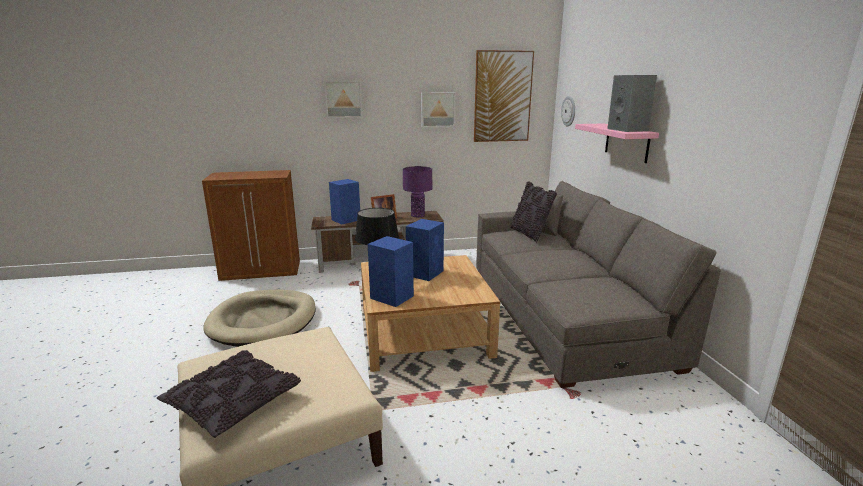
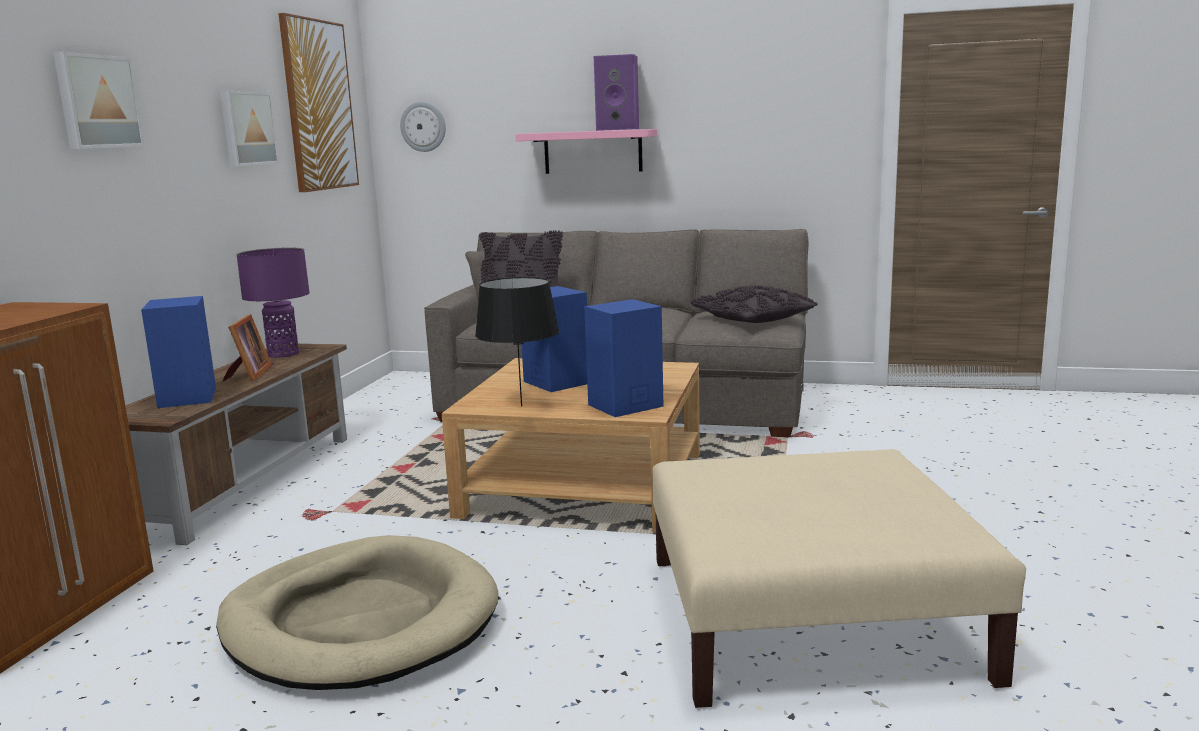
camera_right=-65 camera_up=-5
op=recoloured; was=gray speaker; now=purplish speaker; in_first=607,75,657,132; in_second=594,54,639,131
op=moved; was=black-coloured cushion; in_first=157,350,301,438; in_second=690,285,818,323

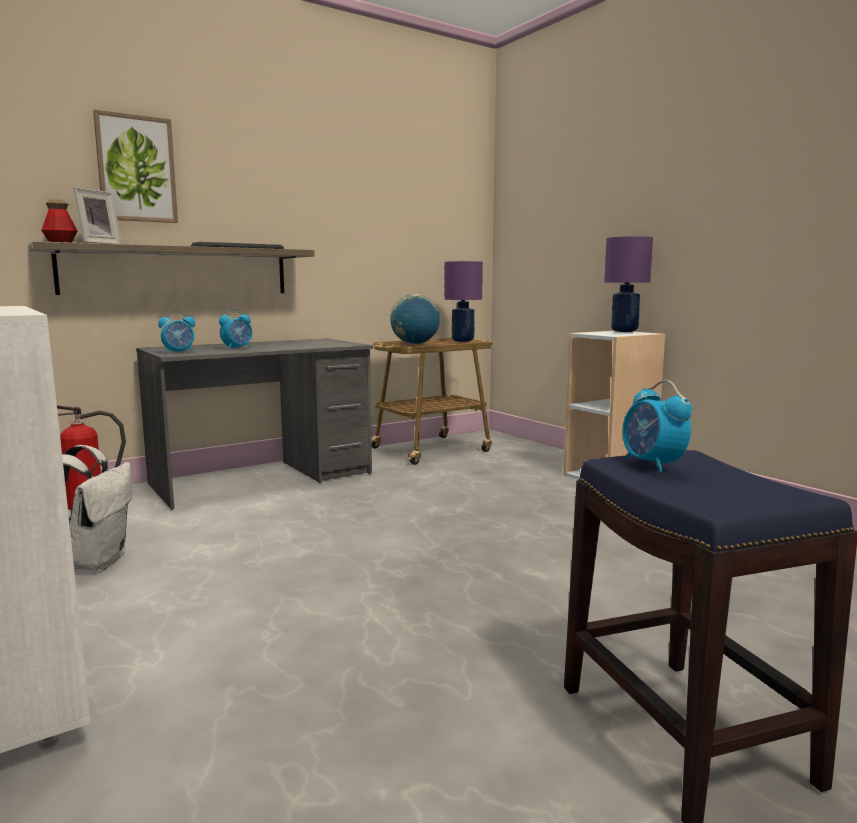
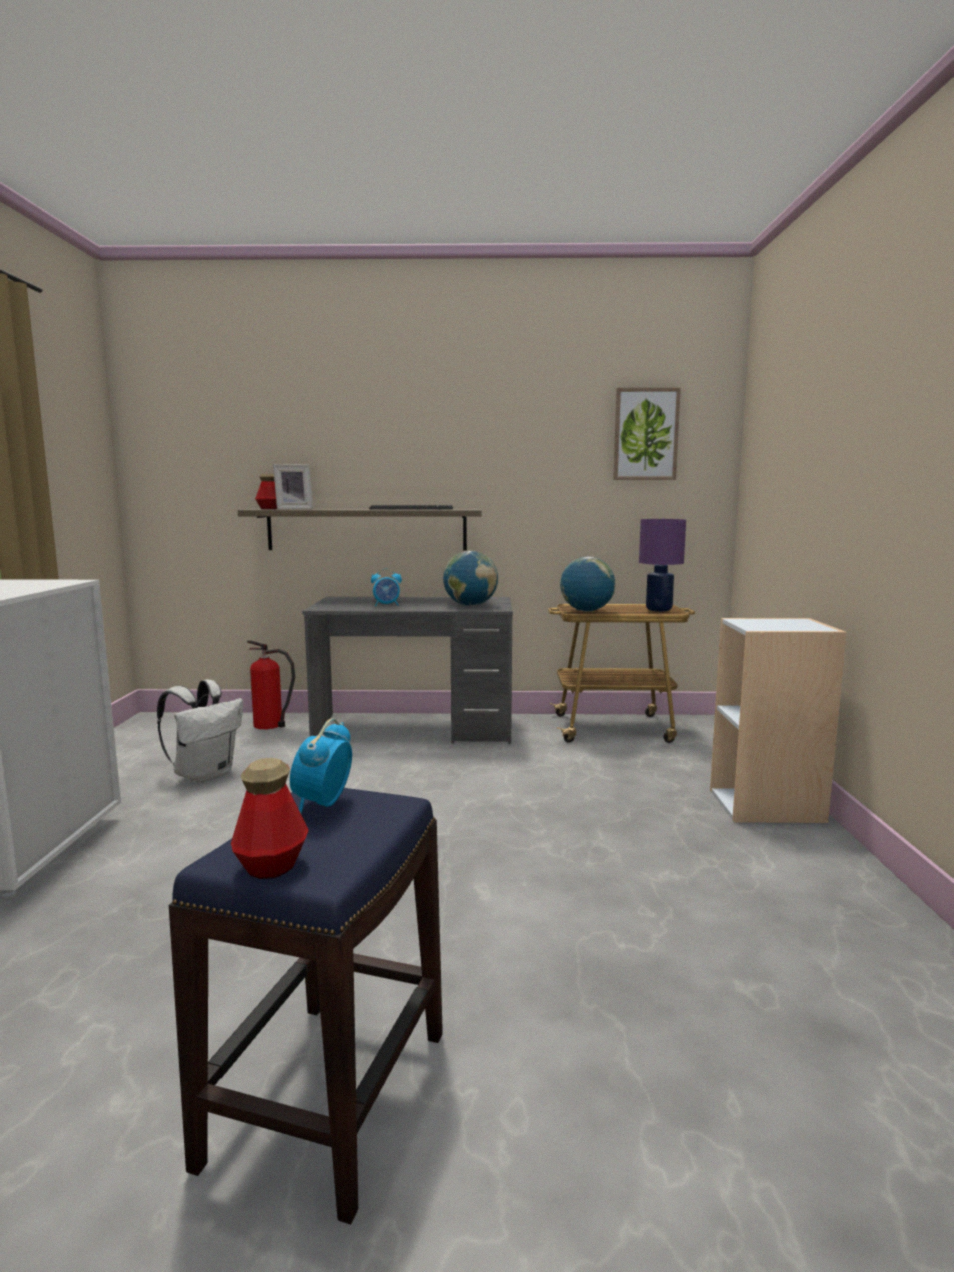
camera_right=35 camera_up=0
op=moved; was=picture; in_first=93,109,178,223; in_second=613,388,681,480
op=removed; was=purplish table lamp; in_first=604,236,653,332
op=removed; was=table clock; in_first=158,311,195,354
op=added; now=globe; in_second=443,551,498,606
op=added; now=beverage bottle; in_second=231,758,309,879

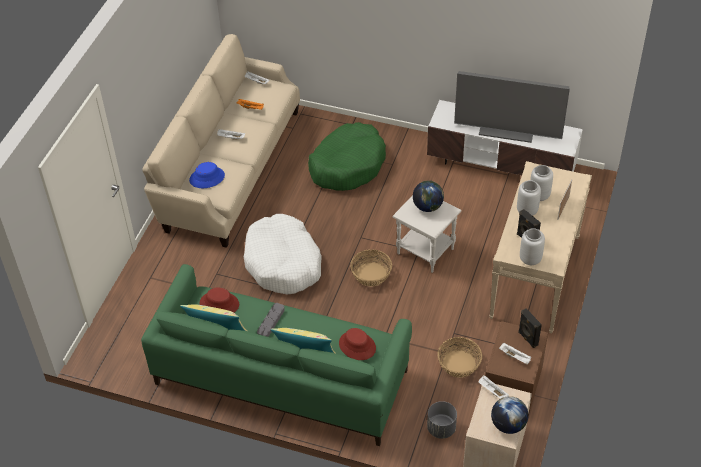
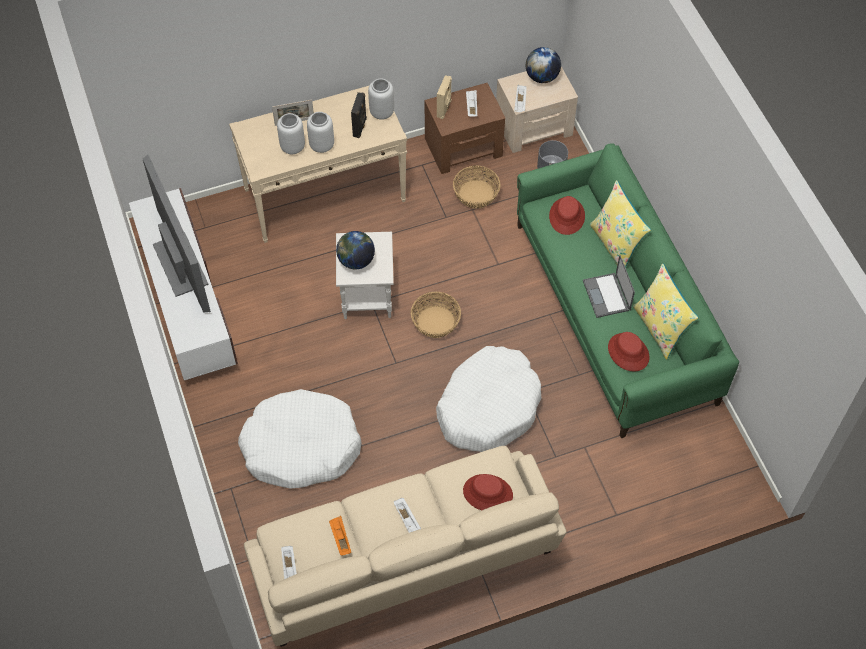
camera_right=-130 camera_up=10
op=recoloured; was=green dog bed; now=white dog bed; in_first=308,122,386,191; in_second=238,389,362,489
op=recoloured; was=blue-coloured wearable hat; now=red-coloured wearable hat; in_first=189,162,225,188; in_second=463,474,513,510
op=replaced; was=gray serving tray; now=portable computer; in_first=257,303,285,337; in_second=583,255,635,318
op=recoloured; was=black-coloured speaker; now=beige-coloured speaker; in_first=518,308,542,348; in_second=437,75,452,119

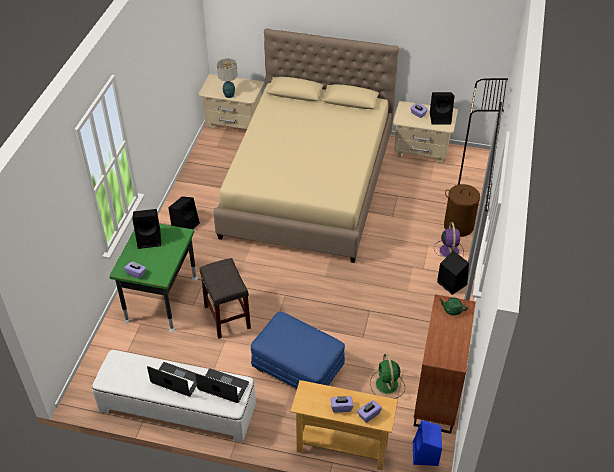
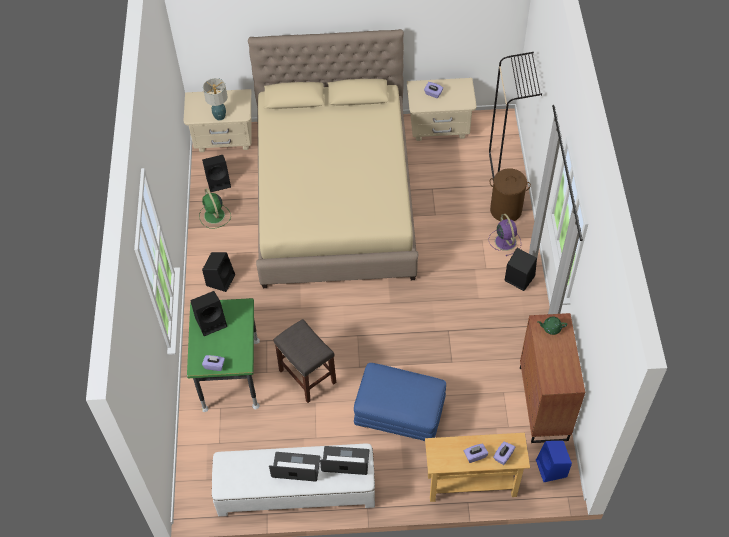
camera_right=-15 camera_up=10
op=moved; was=black-coloured speaker; in_first=430,92,455,125; in_second=202,155,231,192
op=moved; was=green electric fan; in_first=370,354,405,399; in_second=199,188,231,229

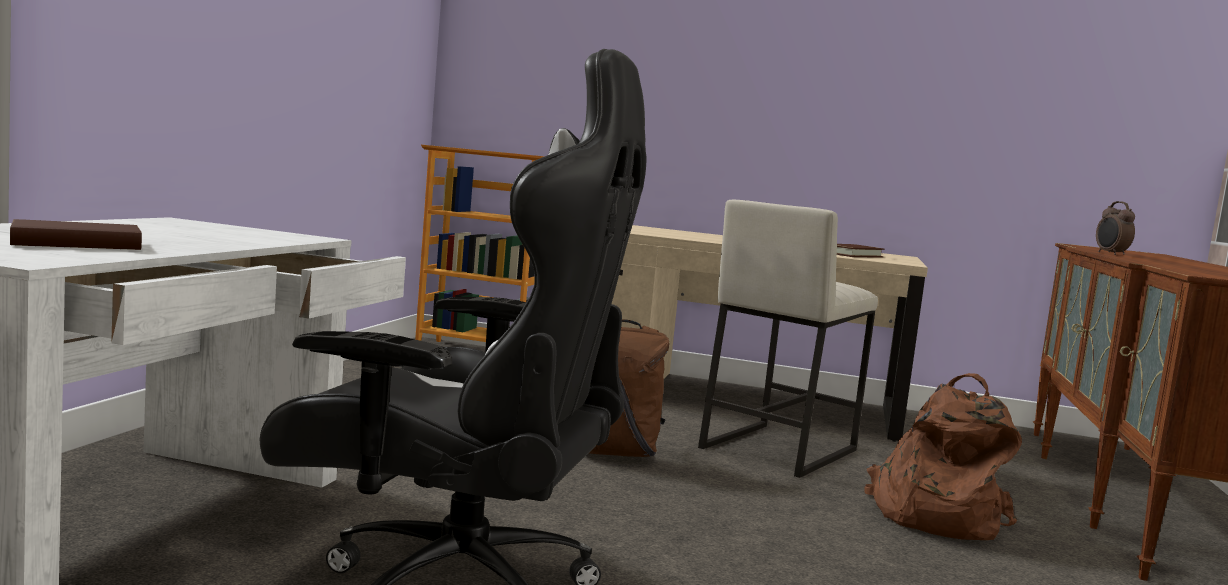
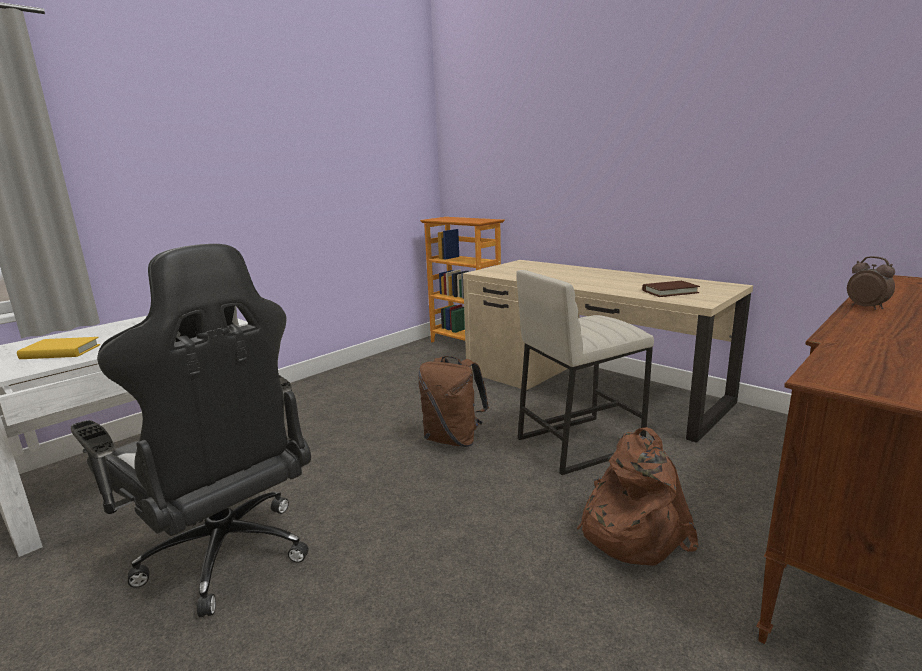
camera_right=30 camera_up=10
op=turned; was=table clock; in_first=1096,201,1135,255; in_second=847,256,895,310; clockwise=135
op=recoloured; was=brown bound book; now=yellow bound book; in_first=10,219,142,250; in_second=17,337,100,359

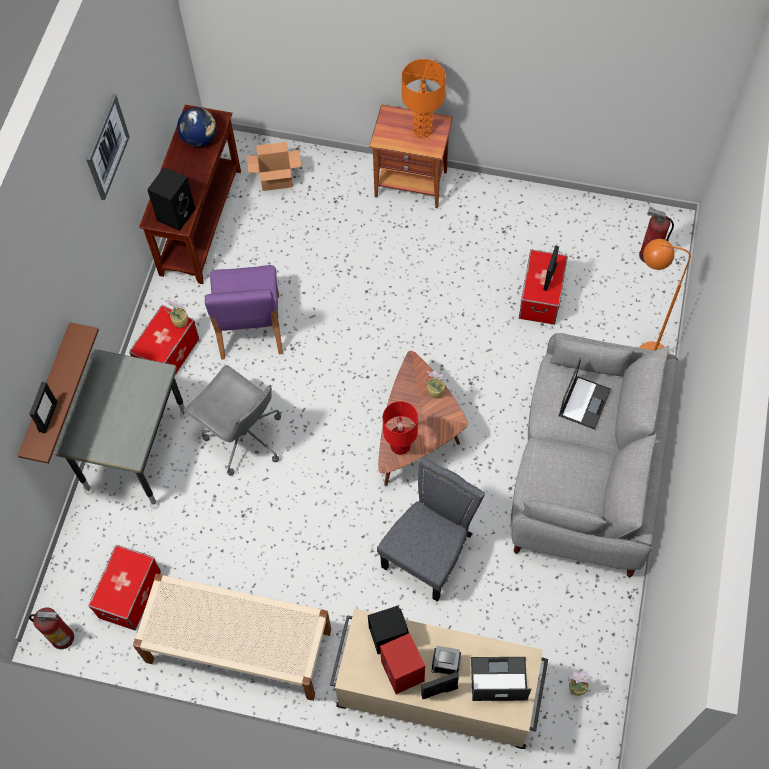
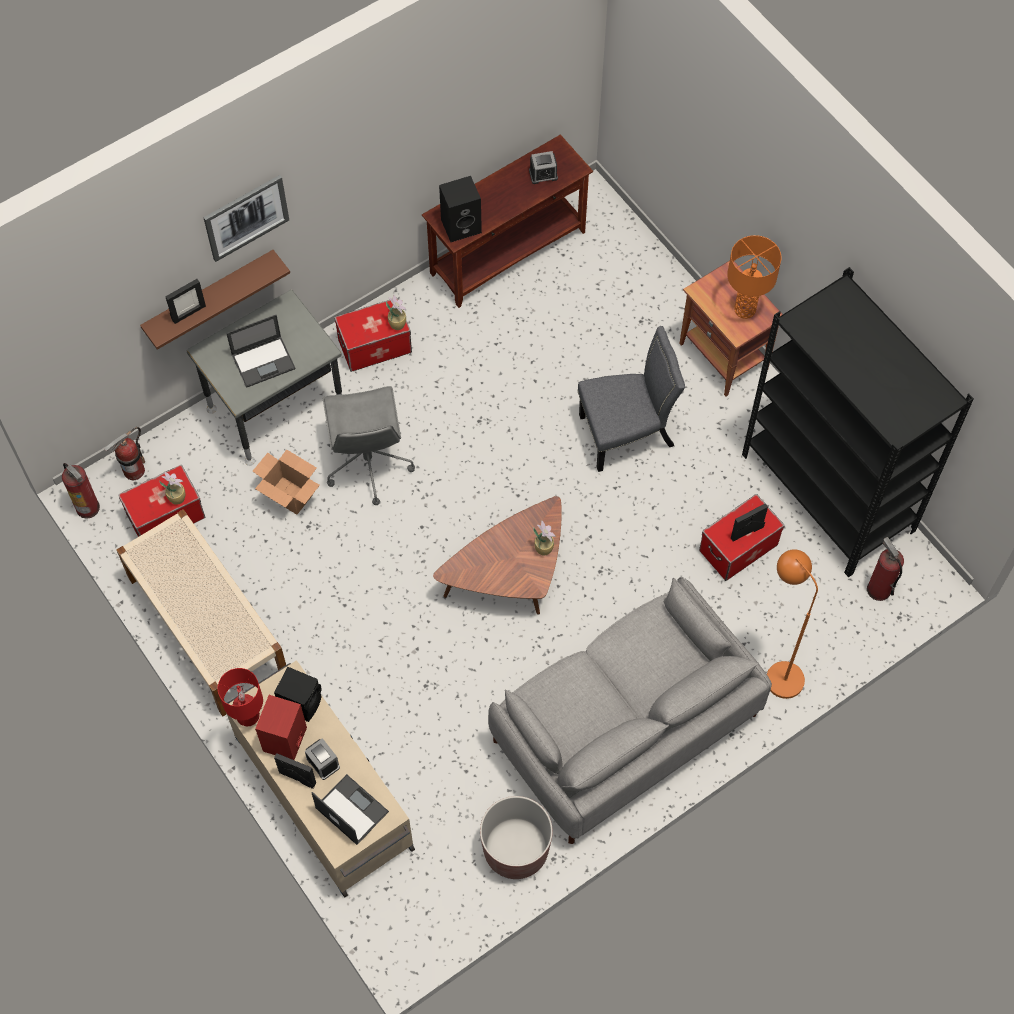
camera_right=40 camera_up=0
op=moved; was=picture; in_first=86,94,130,200; in_second=203,175,289,262
op=replaced; was=globe; now=table clock; in_first=177,107,217,147; in_second=529,151,558,184
op=moved; was=carton; in_first=246,142,302,191; in_second=253,449,320,515
op=removed; was=purplish plain chair; in_first=205,265,283,360
op=moved; was=portable computer; in_first=559,358,611,430; in_second=226,315,296,388
op=moved; was=red-coloured table lamp; in_first=383,401,418,455; in_second=218,668,263,727
op=moved; was=gray plain chair; in_first=377,457,485,602; in_second=577,326,685,472
op=moved; was=houseplant; in_first=568,672,593,696; in_second=159,472,185,505
op=added; now=black-coloured bookcase; in_second=742,267,974,577
op=added; now=fire-fighting cylinder; in_second=104,427,145,480
op=added; now=brown plant pot; in_second=480,796,553,879

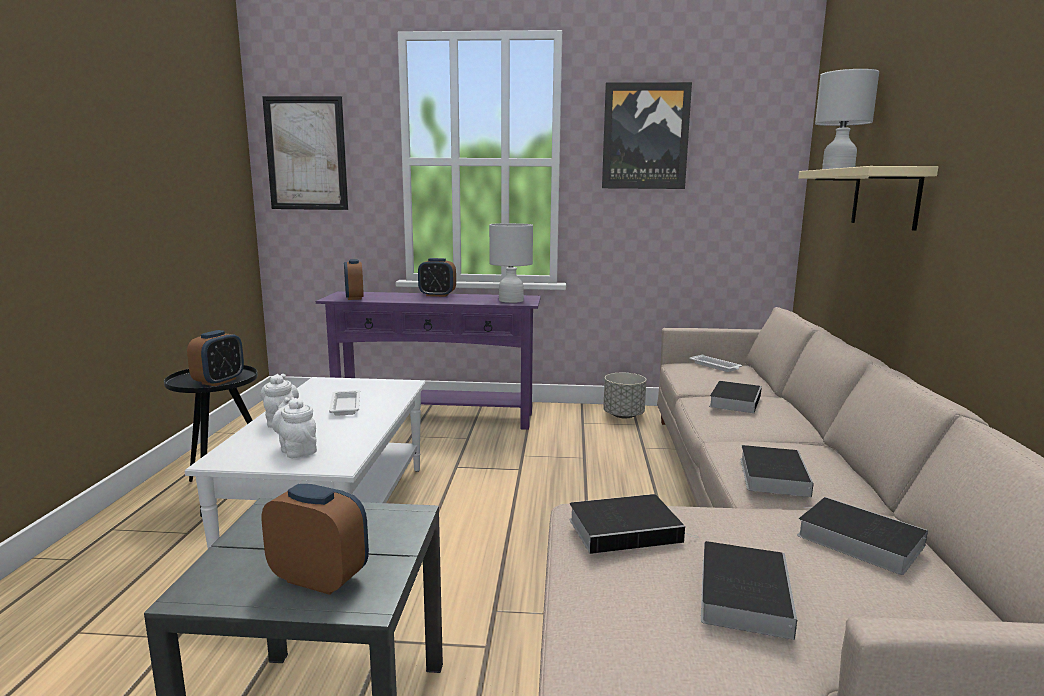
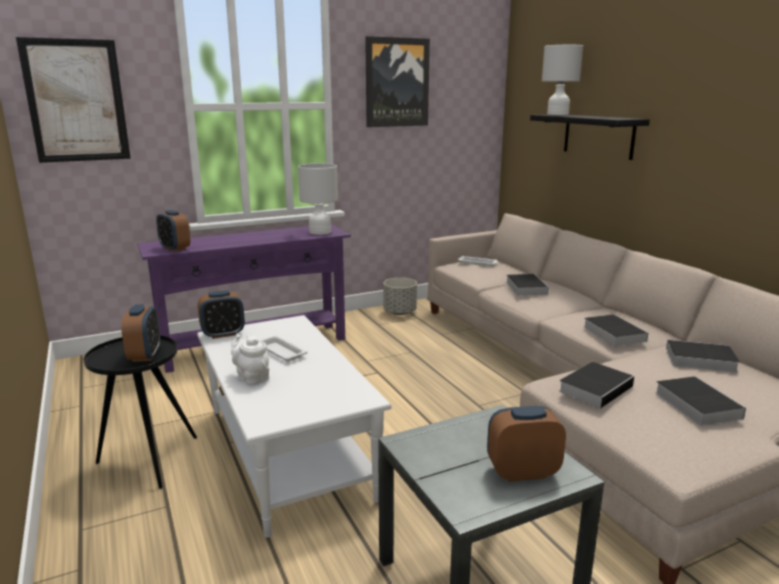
camera_right=-30 camera_up=5
op=recoloured; was=beige-coloured bracket shelf; now=black-coloured bracket shelf; in_first=798,166,938,231; in_second=530,114,650,160
op=moved; was=table clock; in_first=418,258,456,297; in_second=198,290,245,339
op=removed; was=white pot for tea; in_first=272,397,317,458

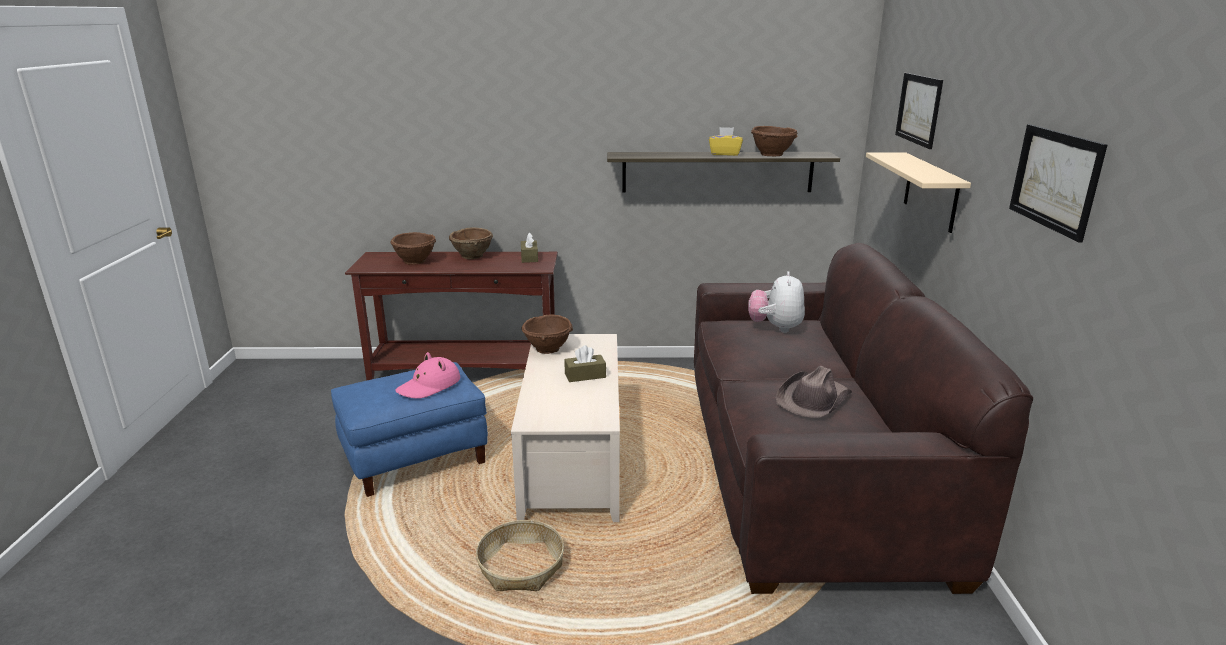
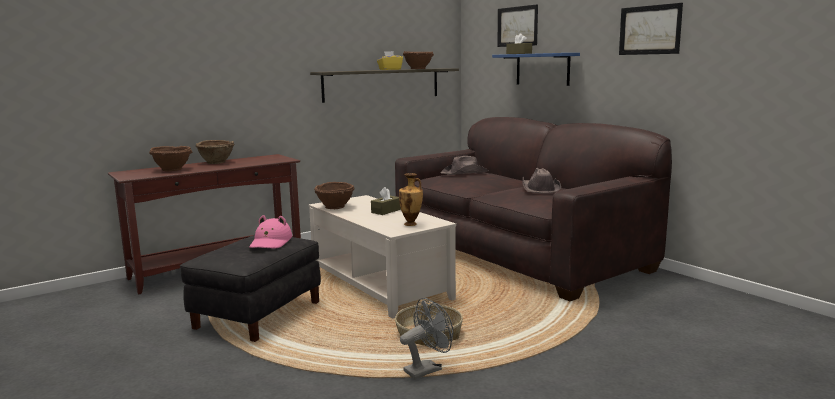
camera_right=-35 camera_up=-10
op=recoloured; was=beige-coloured bracket shelf; now=blue-coloured bracket shelf; in_first=866,152,971,233; in_second=492,53,580,86
op=moved; was=brown tissue box; in_first=521,233,538,263; in_second=506,33,532,54
op=replaced; was=soft toy; now=brown wearable hat; in_first=748,271,805,333; in_second=441,156,489,175
op=recoloured; was=blue-coloured ottoman; now=black-coloured ottoman; in_first=331,362,488,497; in_second=180,235,321,342
op=added; now=flower vase; in_second=399,173,423,226
op=added; now=gray electric fan; in_second=400,298,453,379

